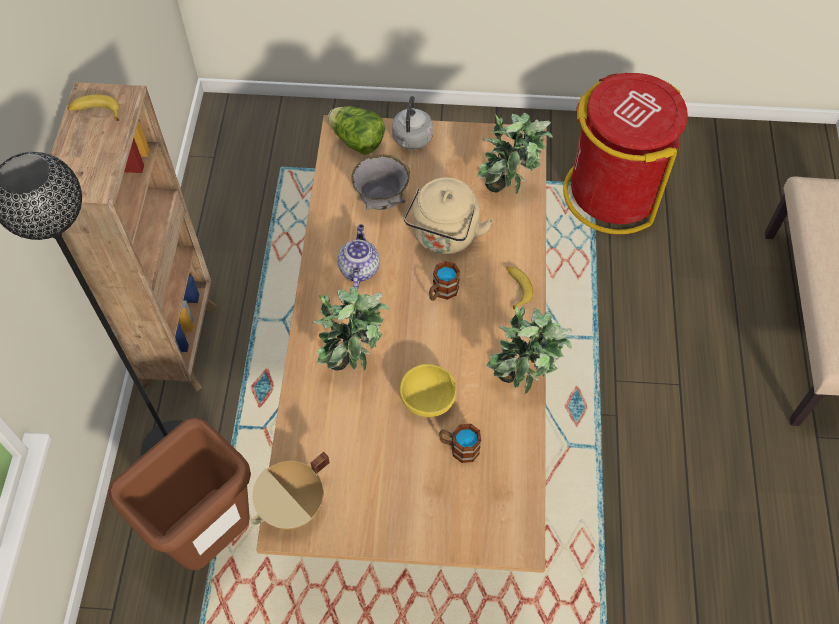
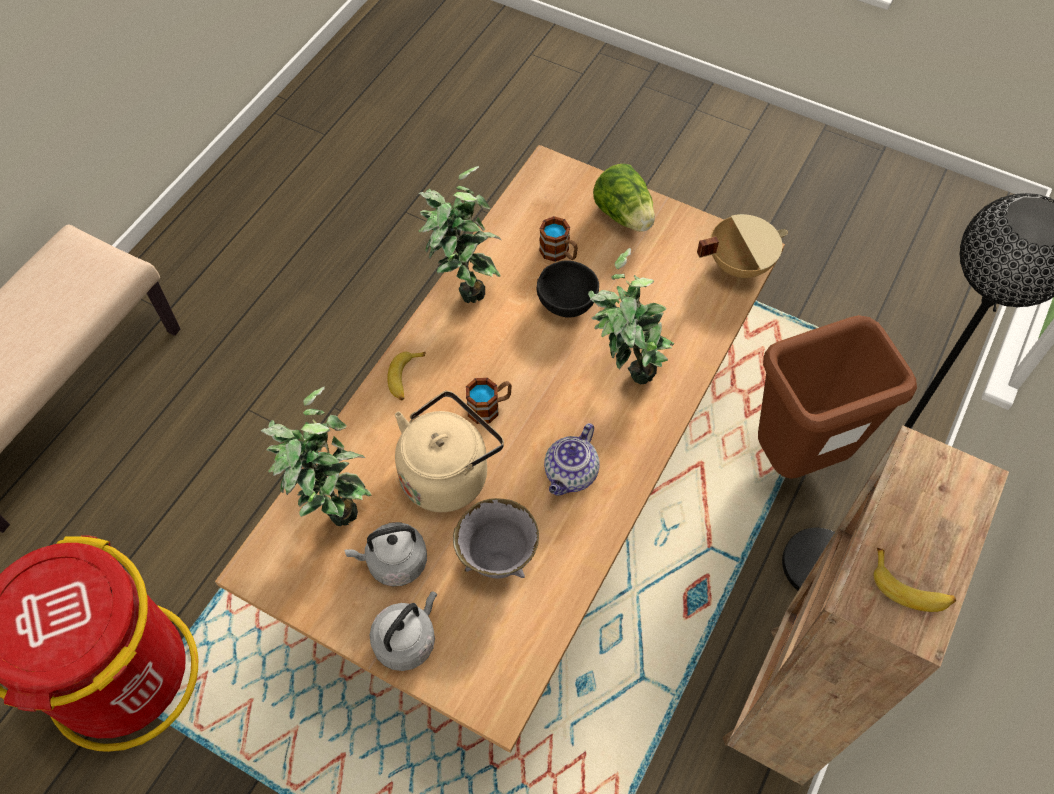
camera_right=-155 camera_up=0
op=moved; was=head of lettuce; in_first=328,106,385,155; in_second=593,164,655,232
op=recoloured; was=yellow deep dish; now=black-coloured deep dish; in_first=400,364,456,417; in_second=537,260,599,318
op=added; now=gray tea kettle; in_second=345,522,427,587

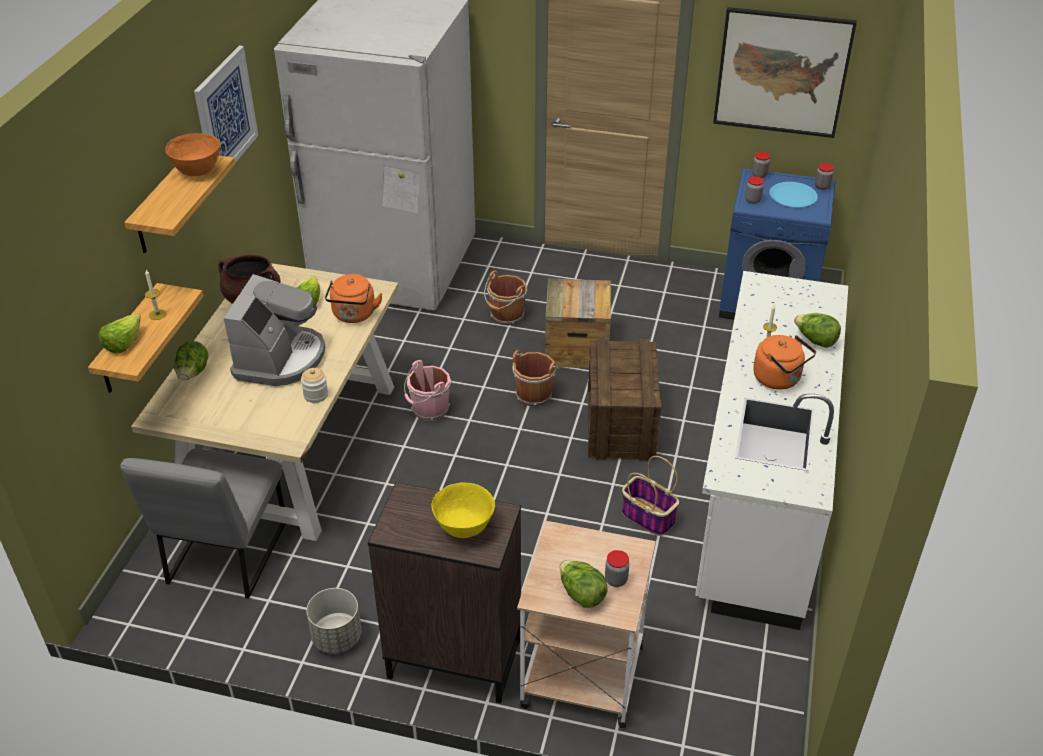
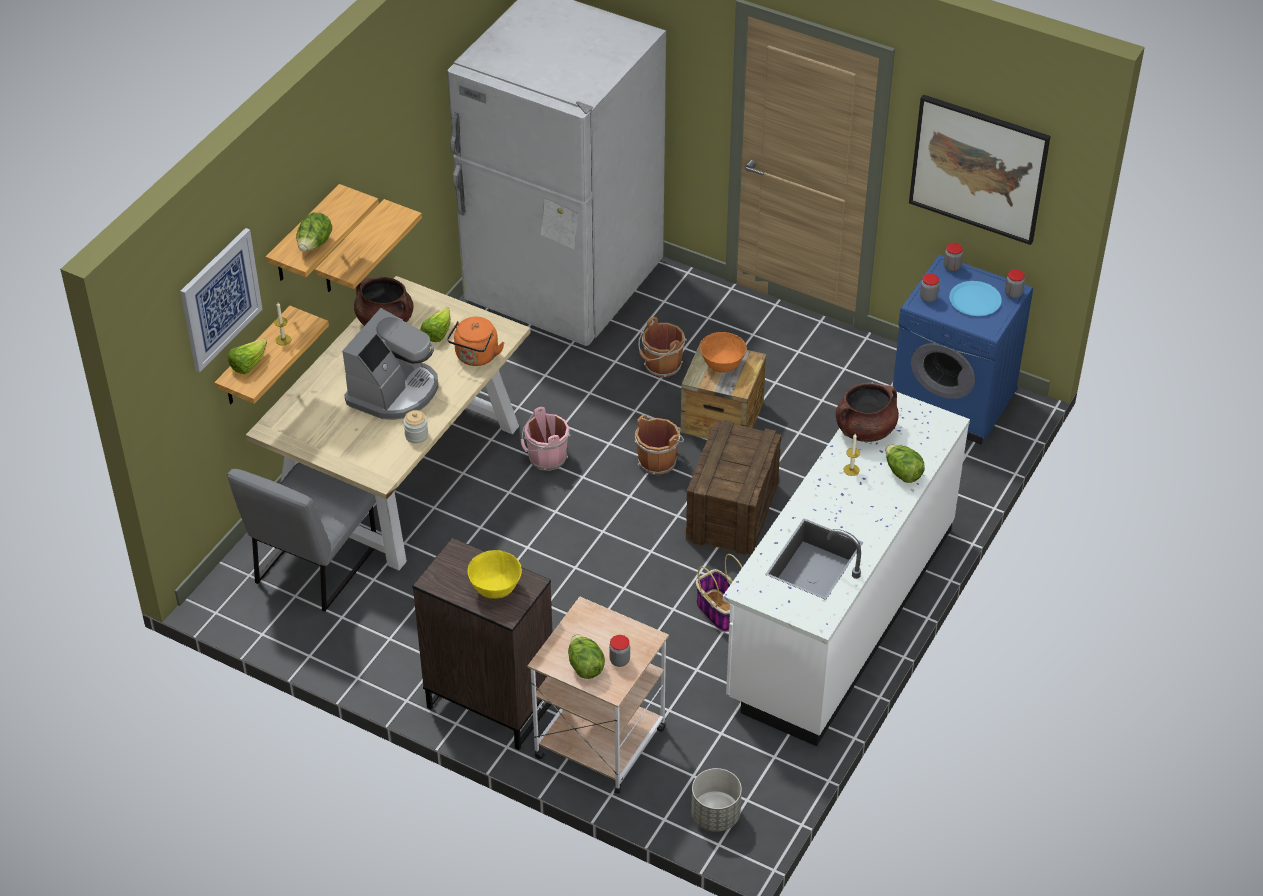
camera_right=15 camera_up=5
op=moved; was=picture; in_first=194,46,258,163; in_second=180,228,262,372
op=moved; was=orange-coloured deep dish; in_first=165,133,220,176; in_second=700,332,747,373
op=removed; was=orange-coloured tea kettle; in_first=753,335,816,390
op=moved; was=head of lettuce; in_first=174,341,208,381; in_second=296,212,332,252
op=moved; was=gray plant pot; in_first=306,588,362,654; in_second=691,768,742,832
op=added; now=bracket shelf; in_second=315,199,422,292
op=added; now=brown saucepot; in_second=836,382,899,442

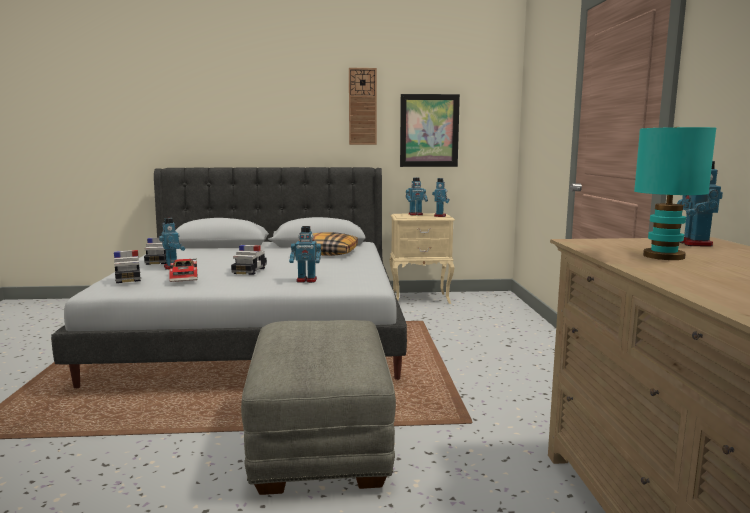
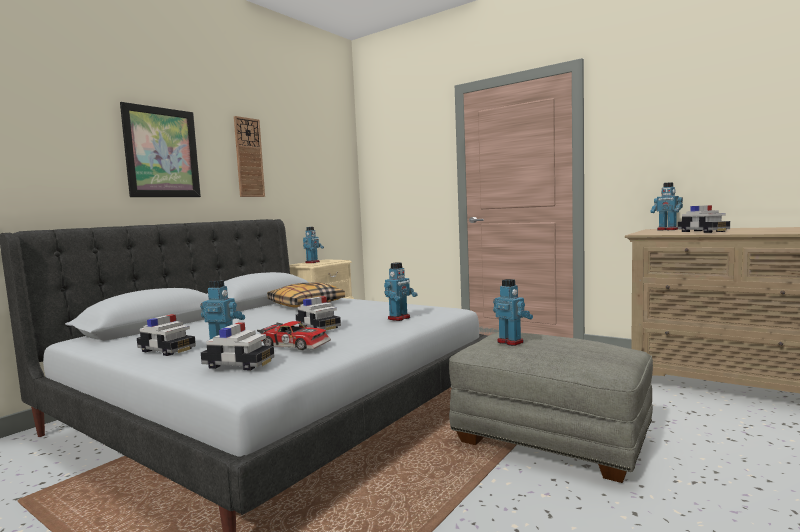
camera_right=-50 camera_up=-5
op=moved; was=picture; in_first=400,94,460,167; in_second=120,102,201,197
op=replaced; was=turquoise table lamp; now=toy car; in_first=634,127,716,260; in_second=678,205,730,233
op=moved; was=robot figure; in_first=432,178,450,217; in_second=493,279,533,346

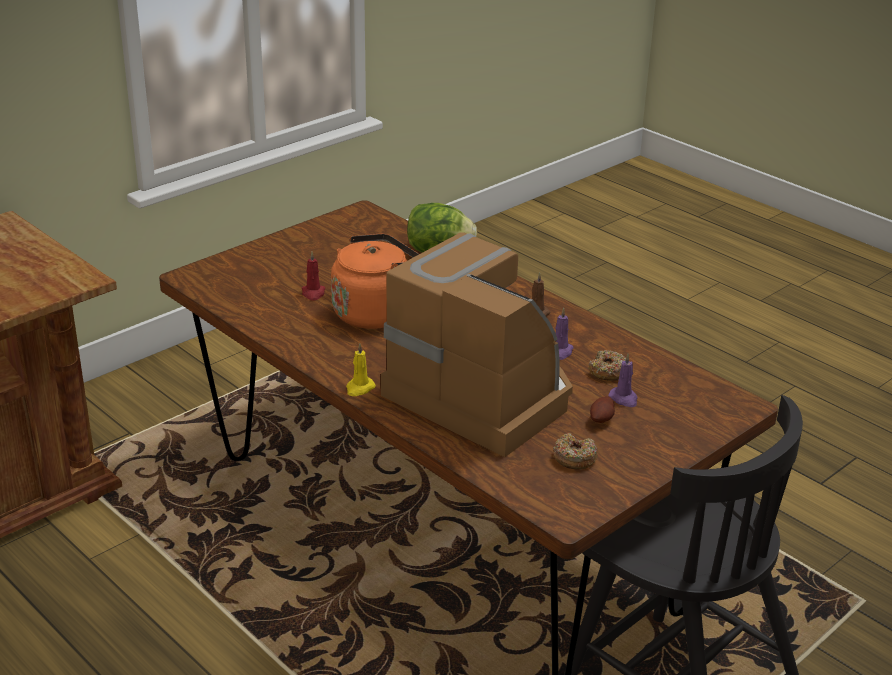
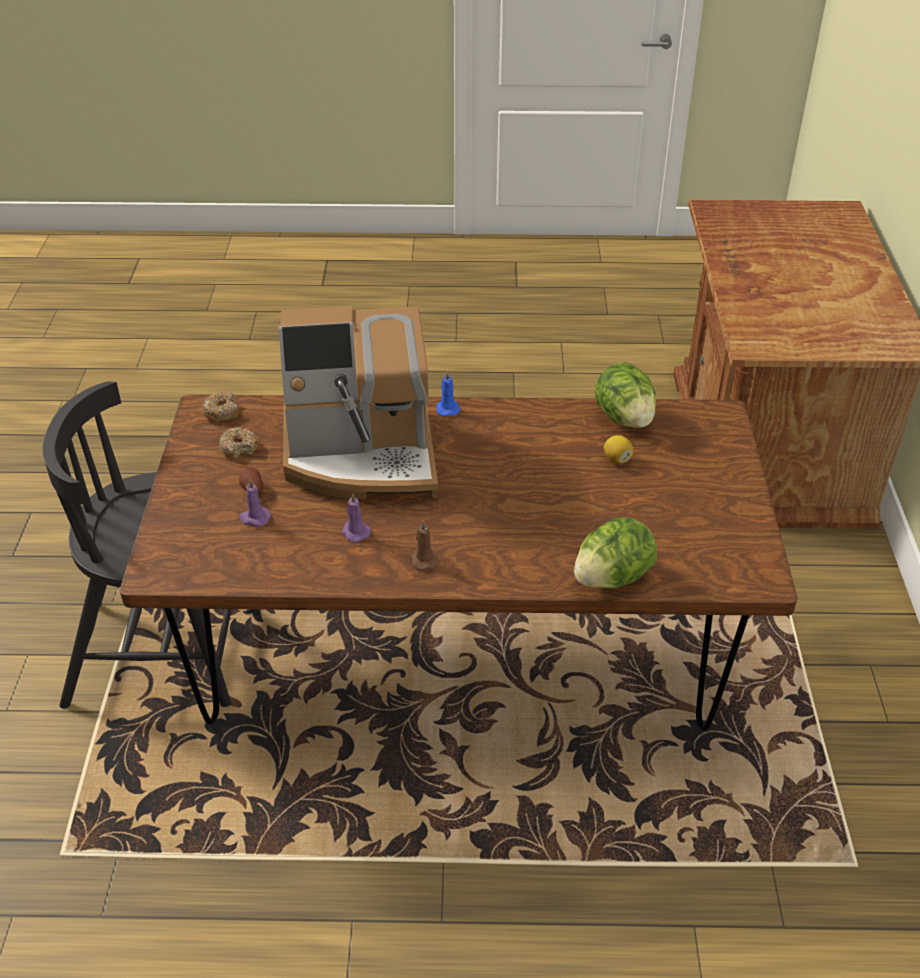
camera_right=135 camera_up=10
op=removed; was=orange-coloured tea kettle; in_first=331,233,419,329
op=replaced; was=red-coloured wax candle; now=citrus fruit; in_first=302,252,325,300; in_second=604,435,634,464
op=recoloured; was=yellow wax candle; now=blue-coloured wax candle; in_first=346,343,376,396; in_second=436,371,461,416
op=moved; was=doughnut; in_first=588,350,626,381; in_second=202,392,239,422
op=added; now=head of lettuce; in_second=595,362,656,428

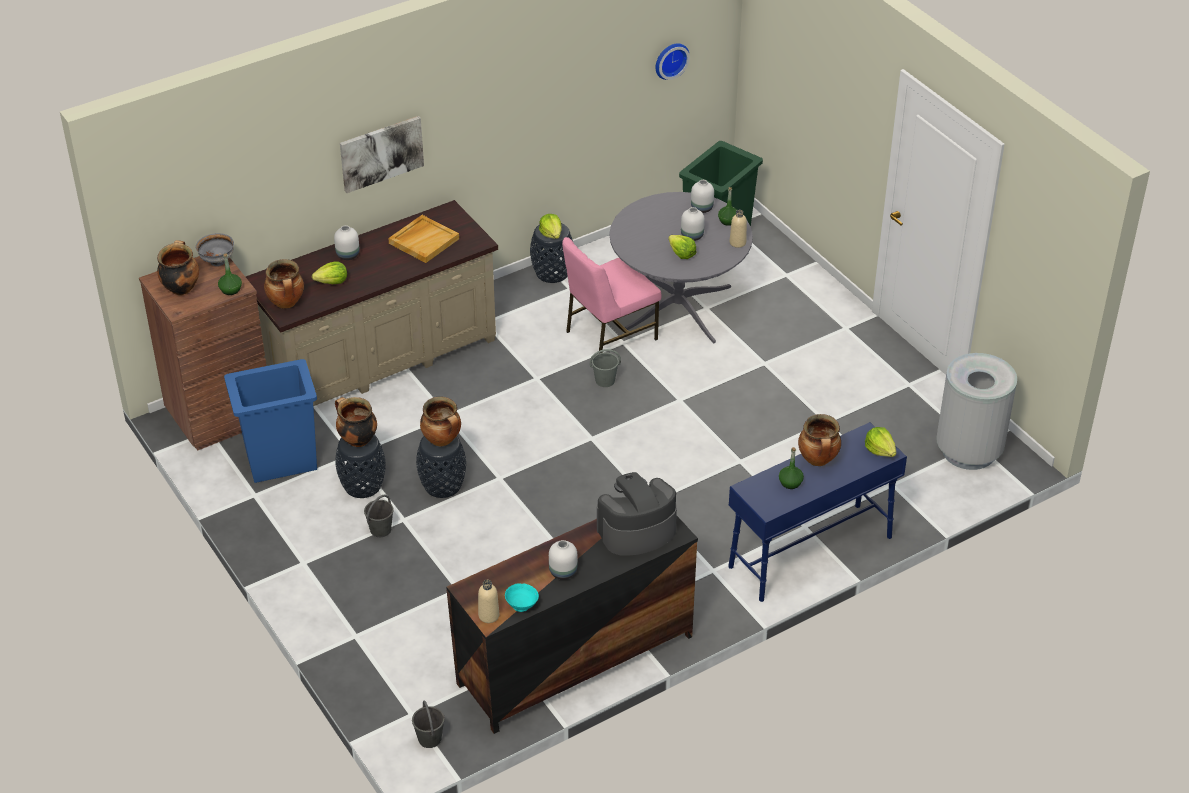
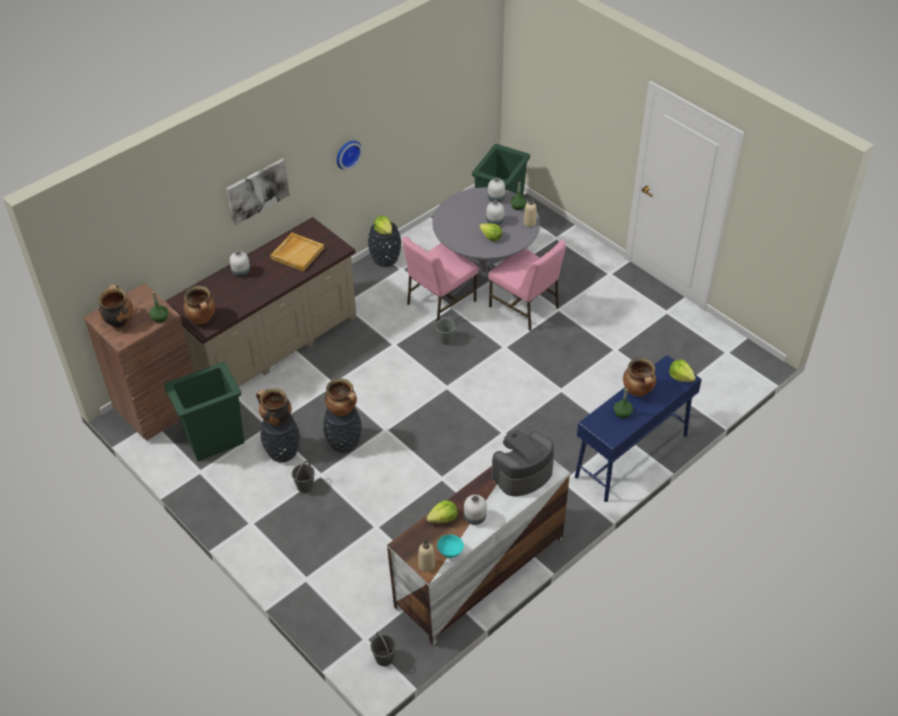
camera_right=-10 camera_up=5
op=moved; was=wall clock; in_first=656,43,690,80; in_second=337,141,362,170
op=removed; was=gray deep dish; in_first=196,233,234,266
op=moved; was=head of lettuce; in_first=312,261,347,284; in_second=426,500,458,523
op=removed; was=gray rubbish bin; in_first=936,353,1017,470
op=recoloured; was=blue-coloured rubbish bin; now=green rubbish bin; in_first=224,359,317,483; in_second=164,362,244,461
op=recoloured; was=black-coloured cabinet; now=white cabinet; in_first=446,515,698,734; in_second=387,450,570,645
op=added; now=pink plain chair; in_second=488,239,566,331

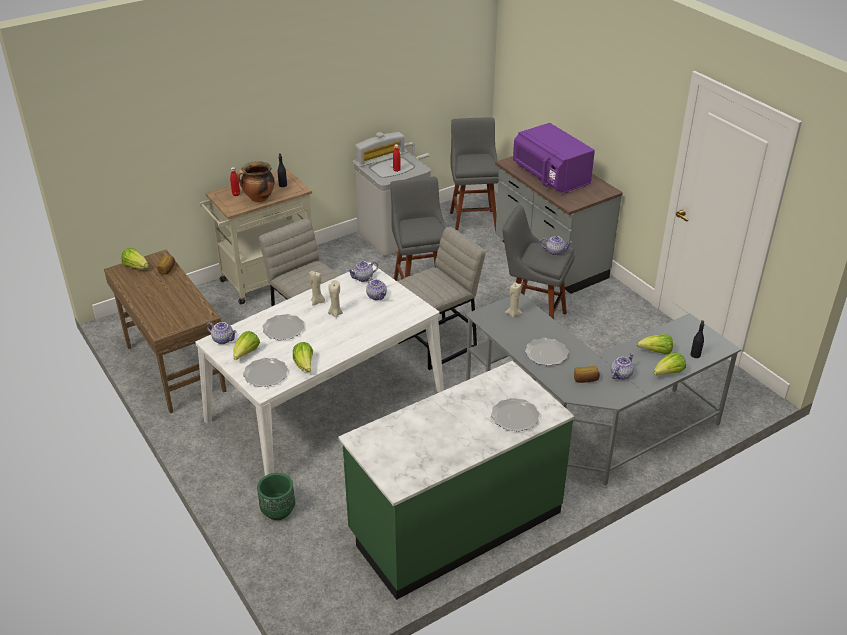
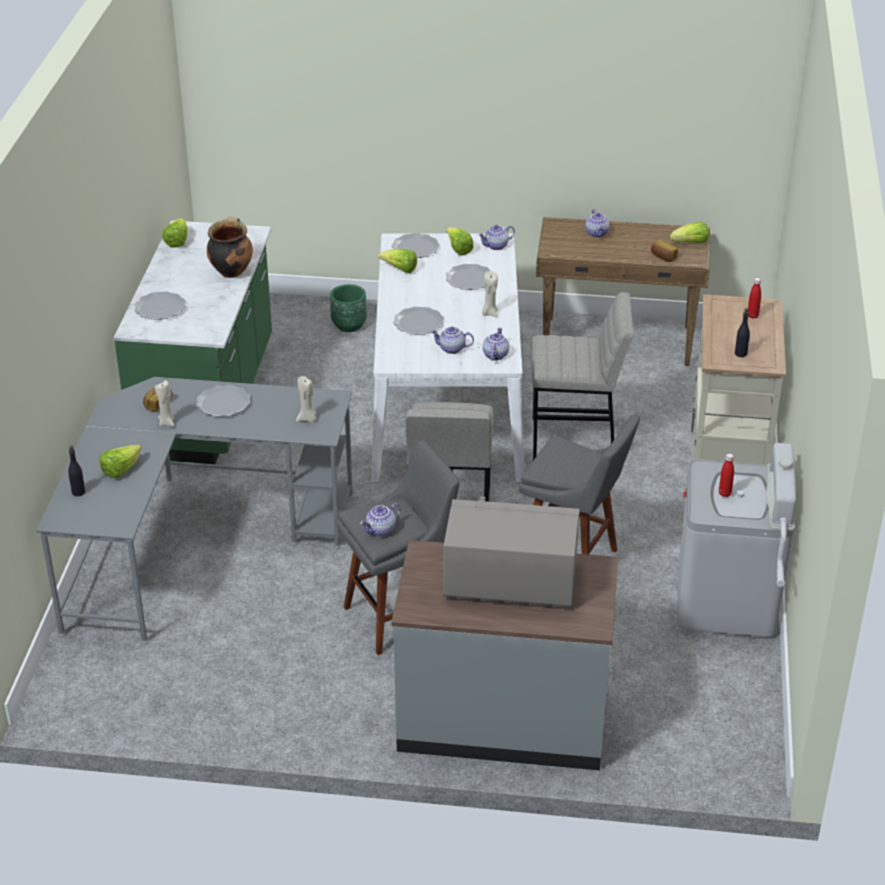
camera_right=130 camera_up=0
op=removed; was=gray sitting stool; in_first=450,117,499,233
op=recoloured; was=purplish microwave; now=gray microwave; in_first=513,123,595,193; in_second=443,496,579,607
op=moved; was=saucepot; in_first=236,162,275,202; in_second=207,217,253,278
op=moved; was=beige-coloured wax candle; in_first=328,280,343,318; in_second=155,380,175,427
op=moved; was=head of lettuce; in_first=654,352,686,375; in_second=162,218,188,248
op=moved; was=pot for tea; in_first=611,353,634,380; in_second=586,209,610,237
op=added; now=dinner plate; in_second=393,307,444,335

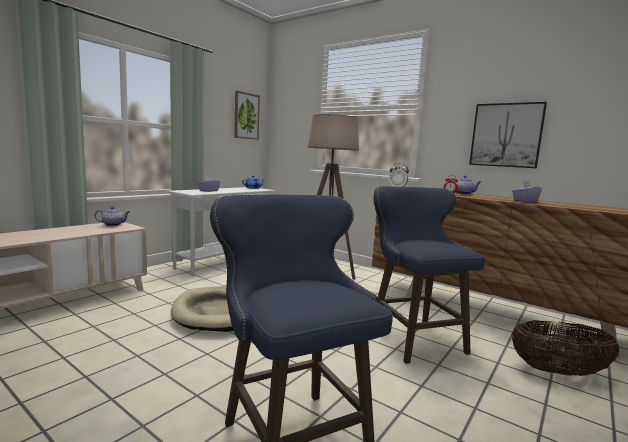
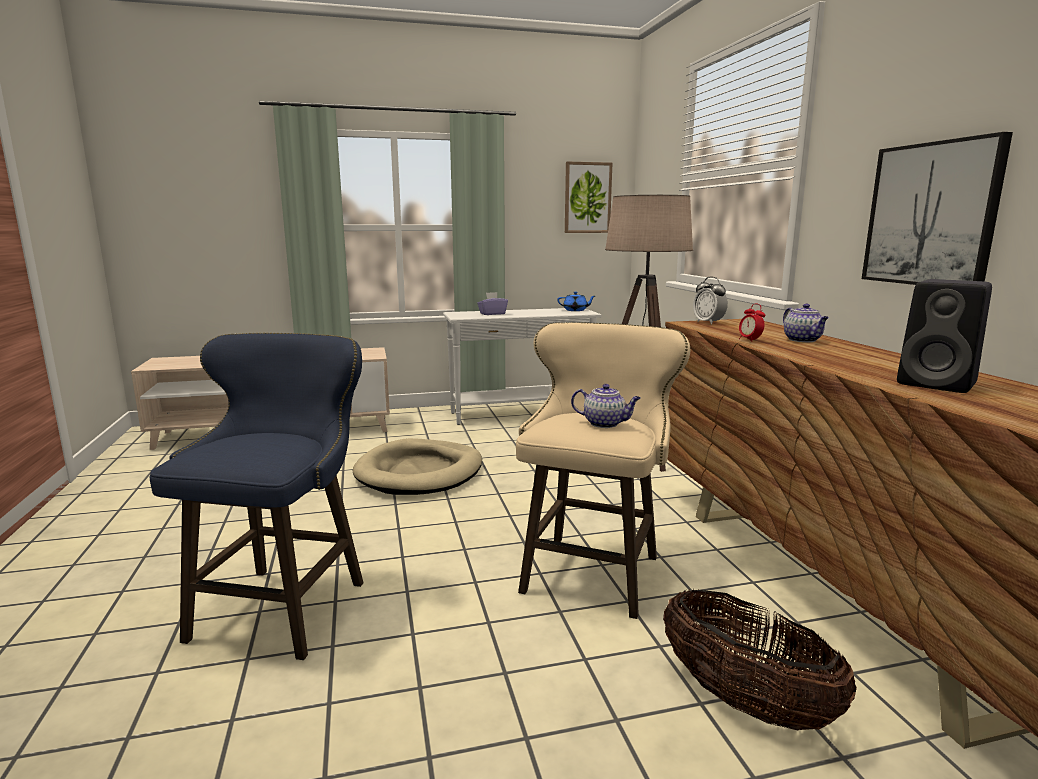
camera_right=40 camera_up=5
op=removed; was=purplish tissue box; in_first=512,180,542,203
op=recoloured; was=blue-coloured sitting stool; now=beige-coloured sitting stool; in_first=374,186,485,364; in_second=516,322,690,619
op=moved; was=pot for tea; in_first=95,206,130,226; in_second=571,384,641,428
op=added; now=black-coloured speaker; in_second=897,279,992,393

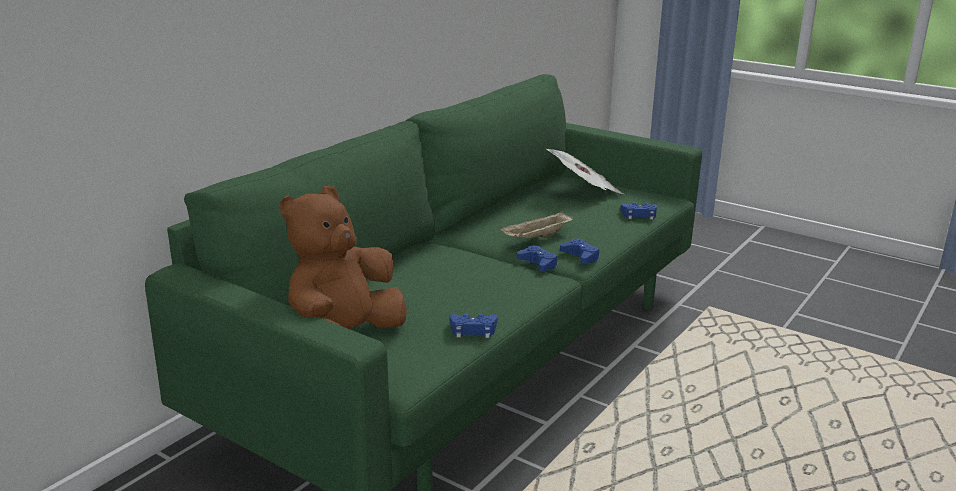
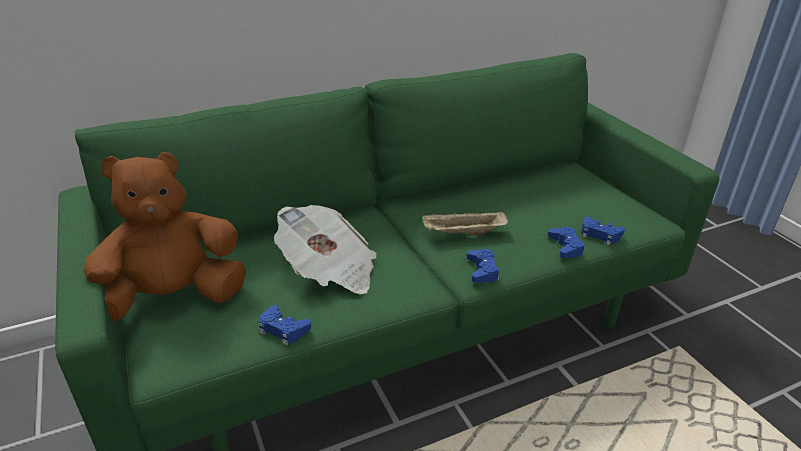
camera_right=30 camera_up=10
op=moved; was=printed paper; in_first=547,149,623,194; in_second=274,205,377,294
op=moved; was=blue-coloured gamepad; in_first=517,246,558,271; in_second=548,227,585,258

